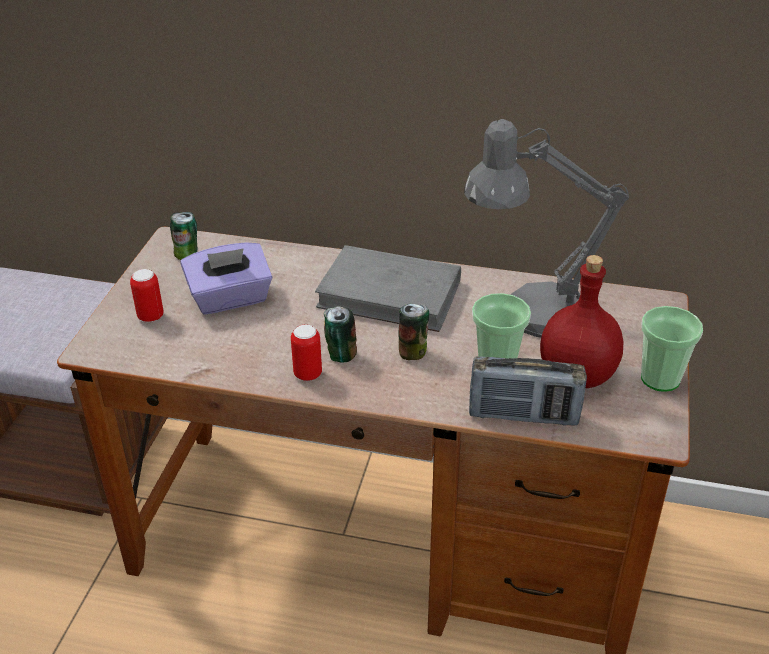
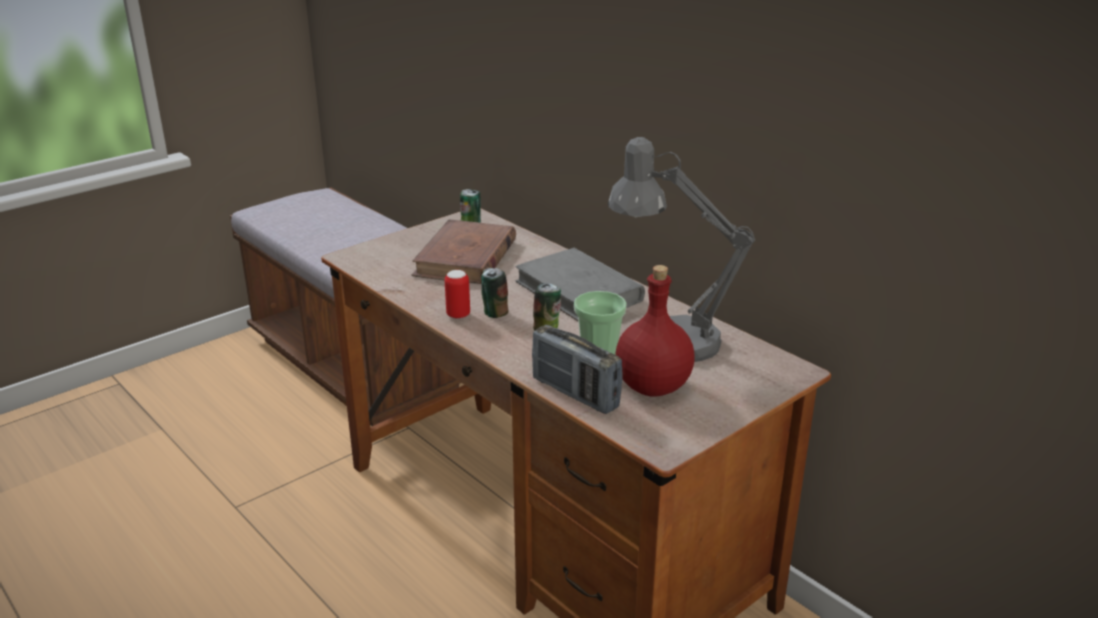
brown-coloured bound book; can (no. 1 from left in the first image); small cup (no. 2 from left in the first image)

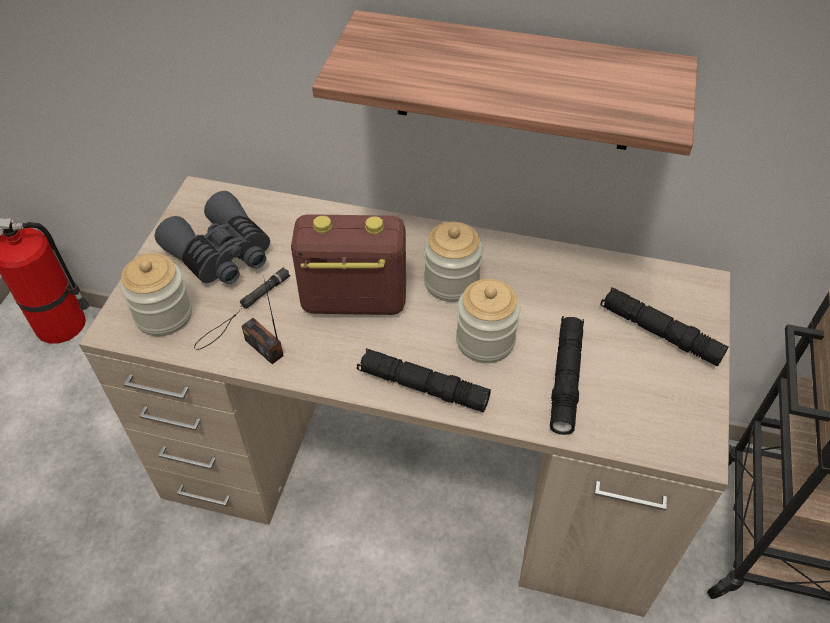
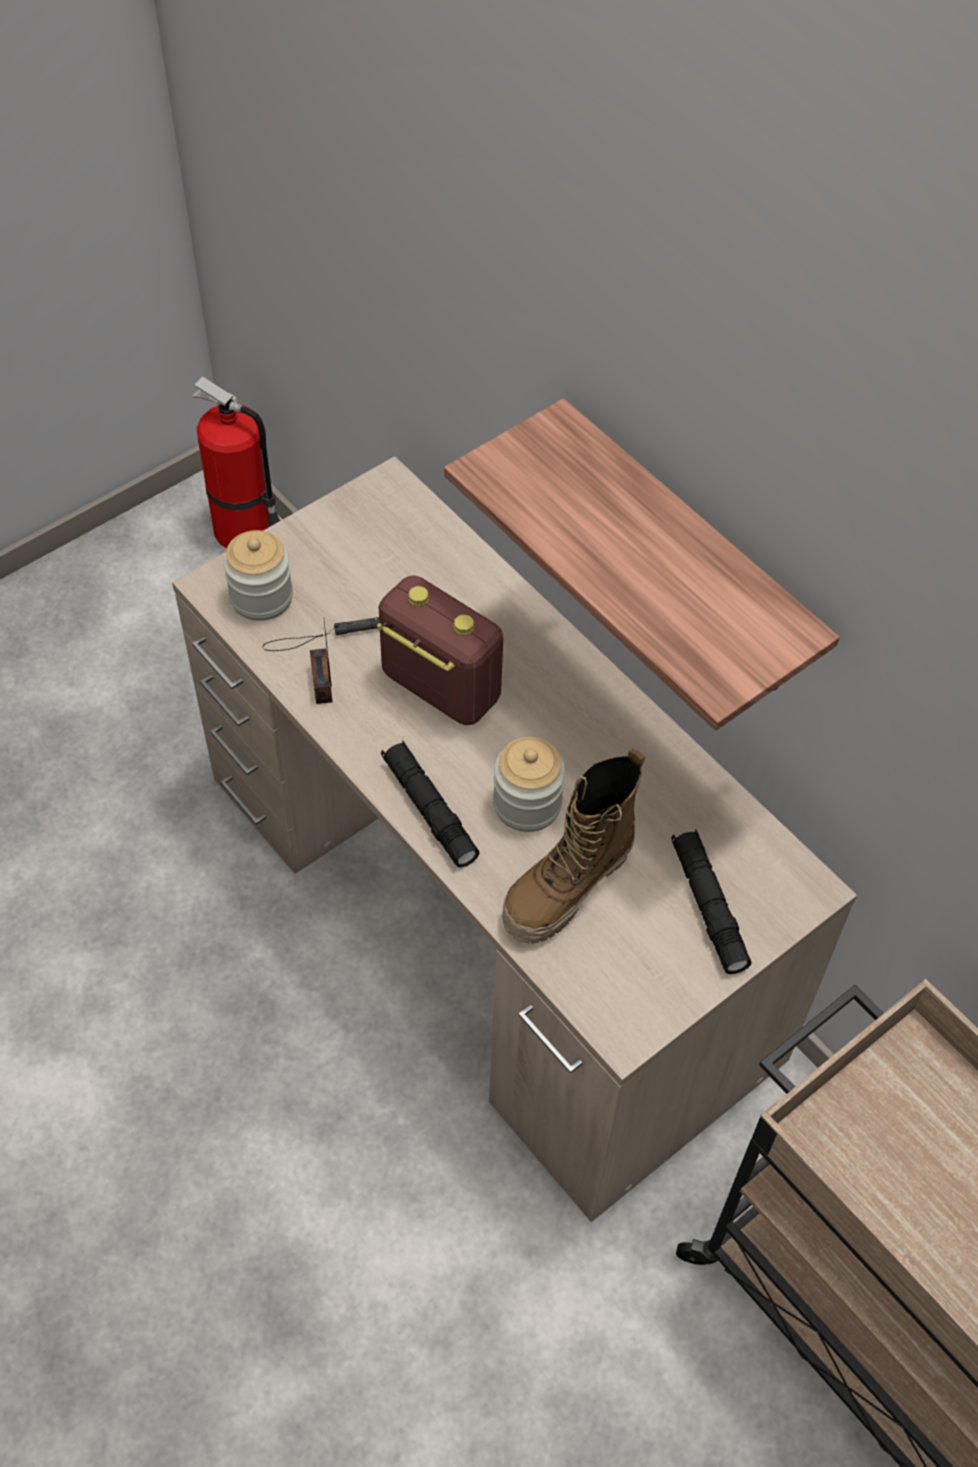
greyish field glasses; preserve jar (no. 2 from left in the first image); boot

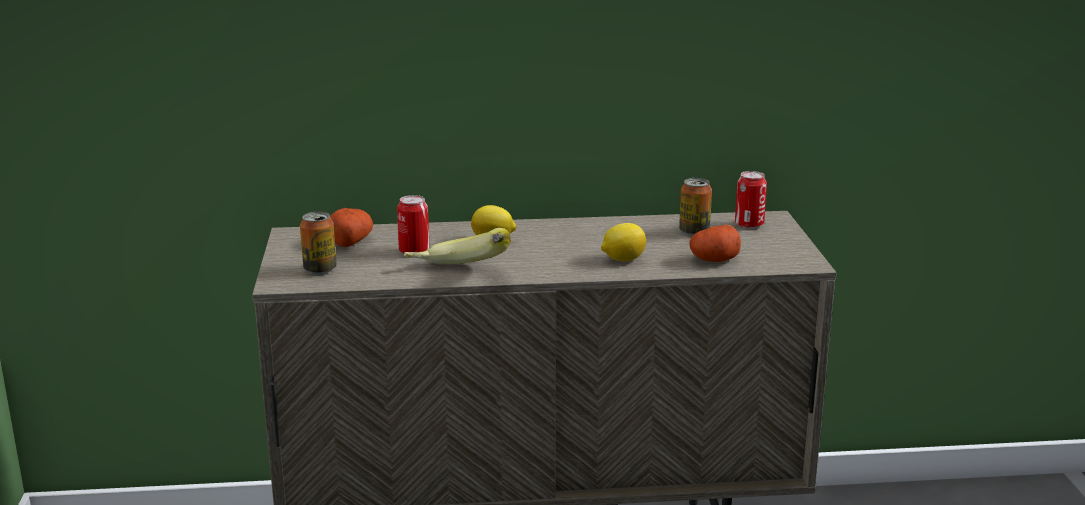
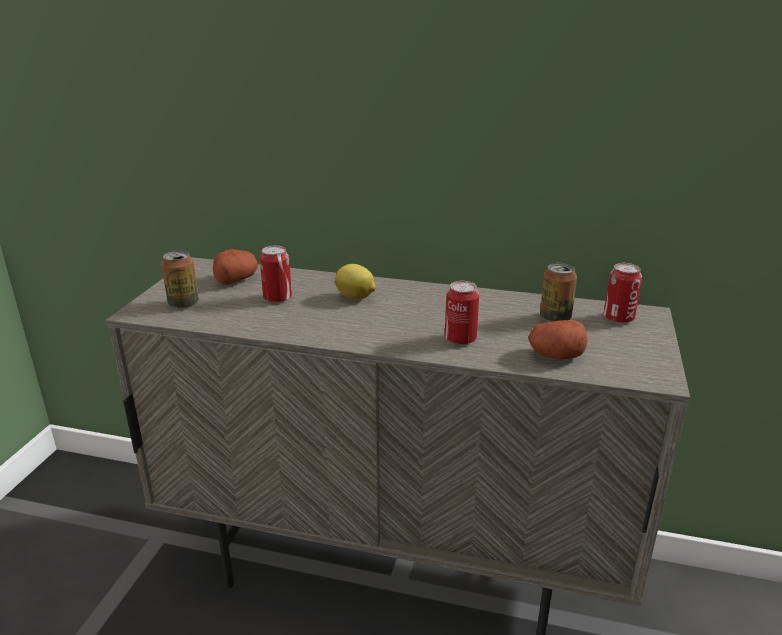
can (no. 3 from left); whole banana

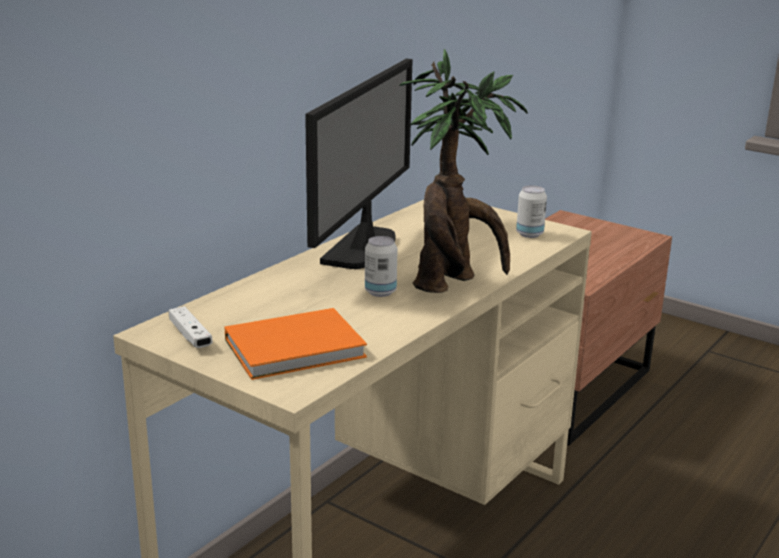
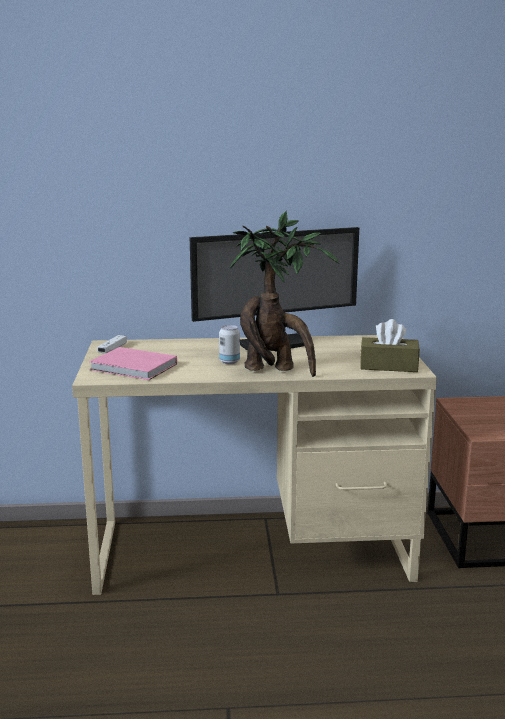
brown-coloured box of tissues; pink bound book

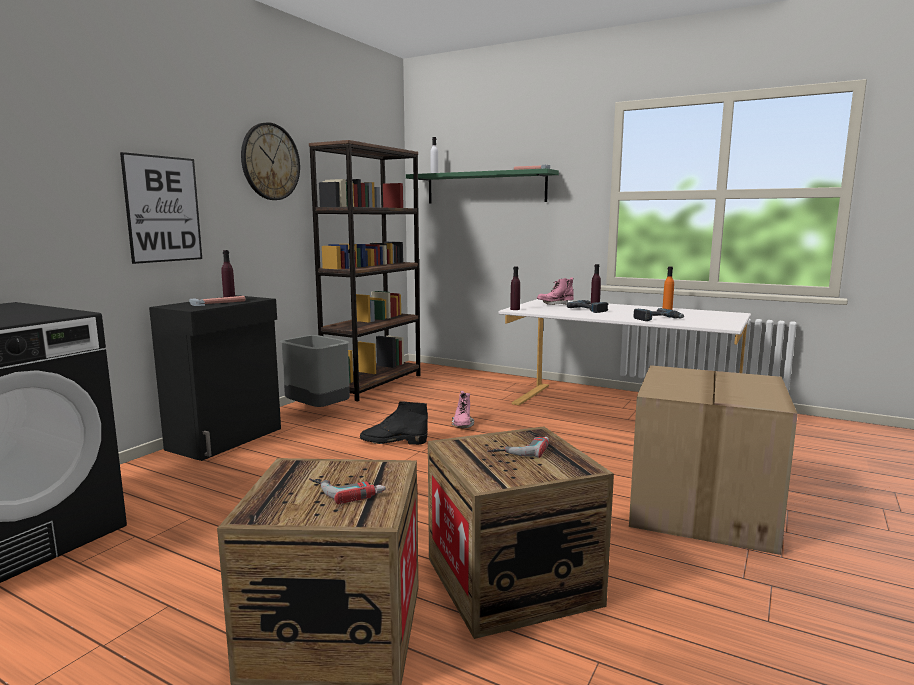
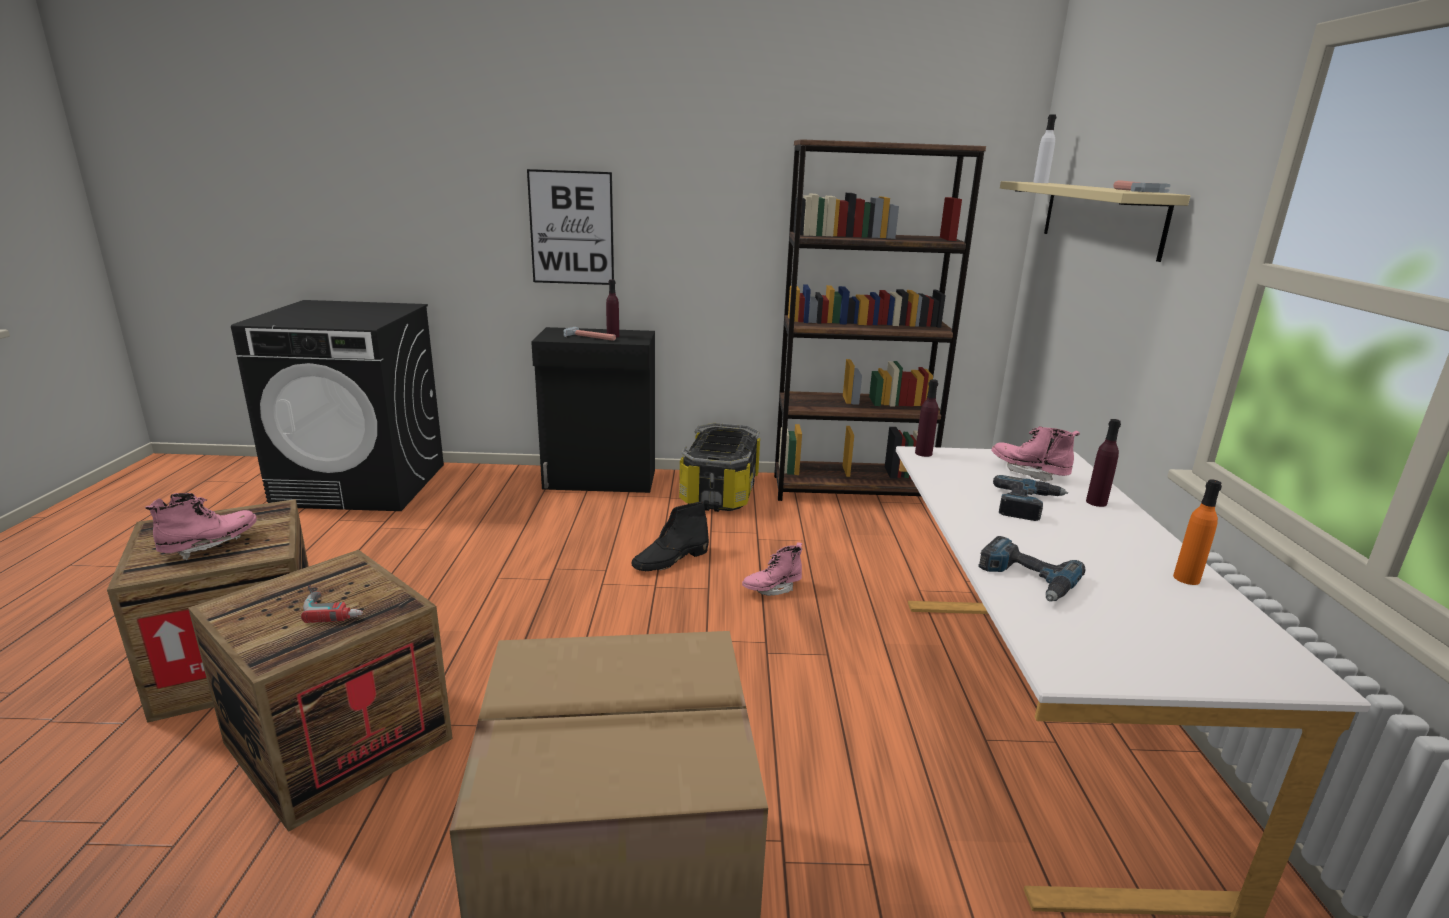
clock on the wall; beige wall shelf; storage box; black boot; pink boot (no. 1 from left)

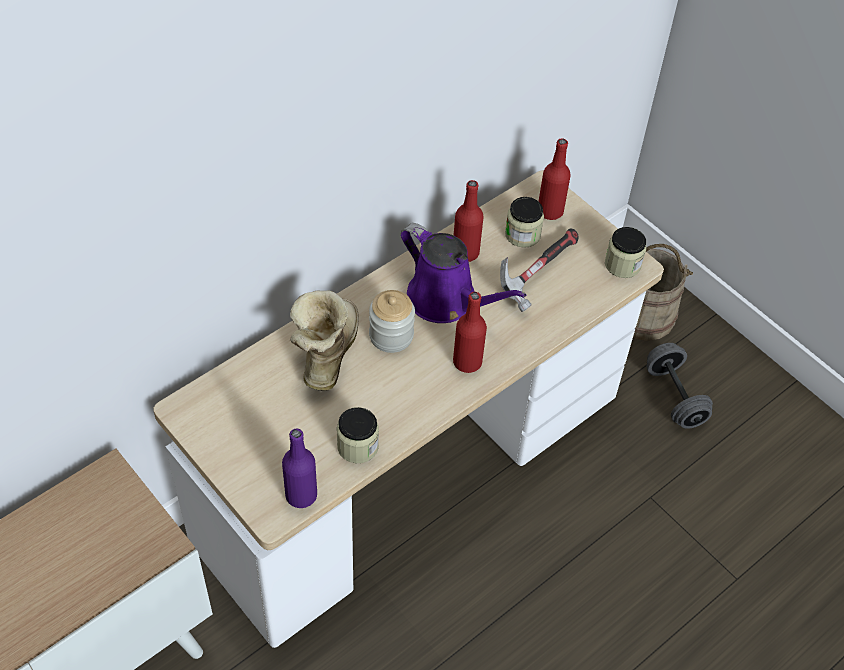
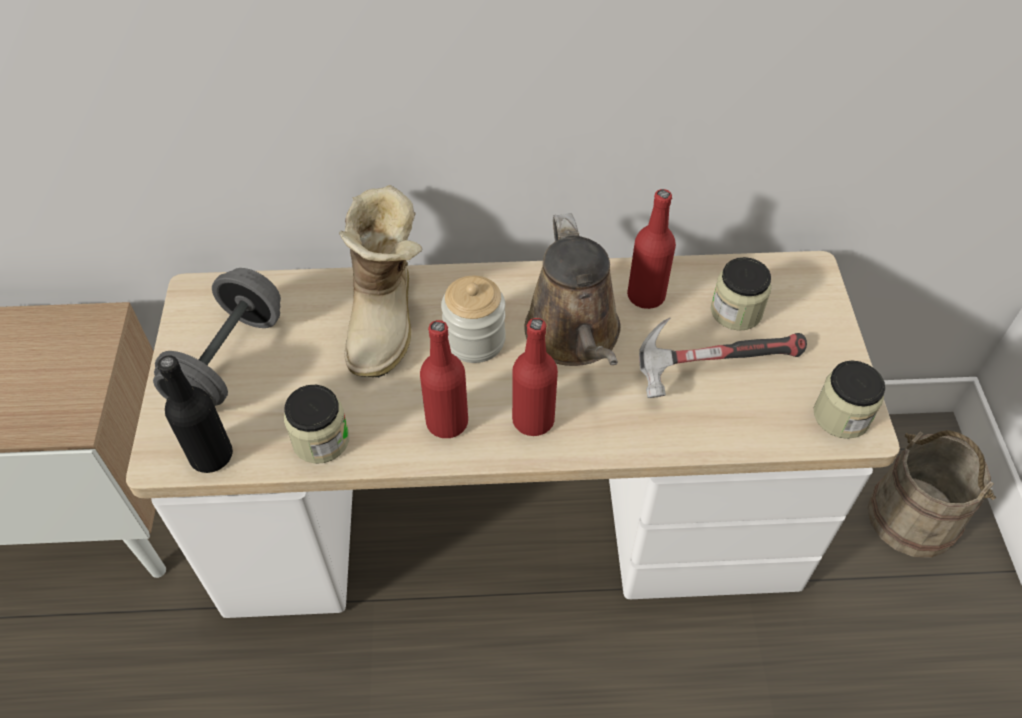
red bottle (no. 1 from left); brown-coloured sprinkling can; boot; greyish hand weight; black bottle

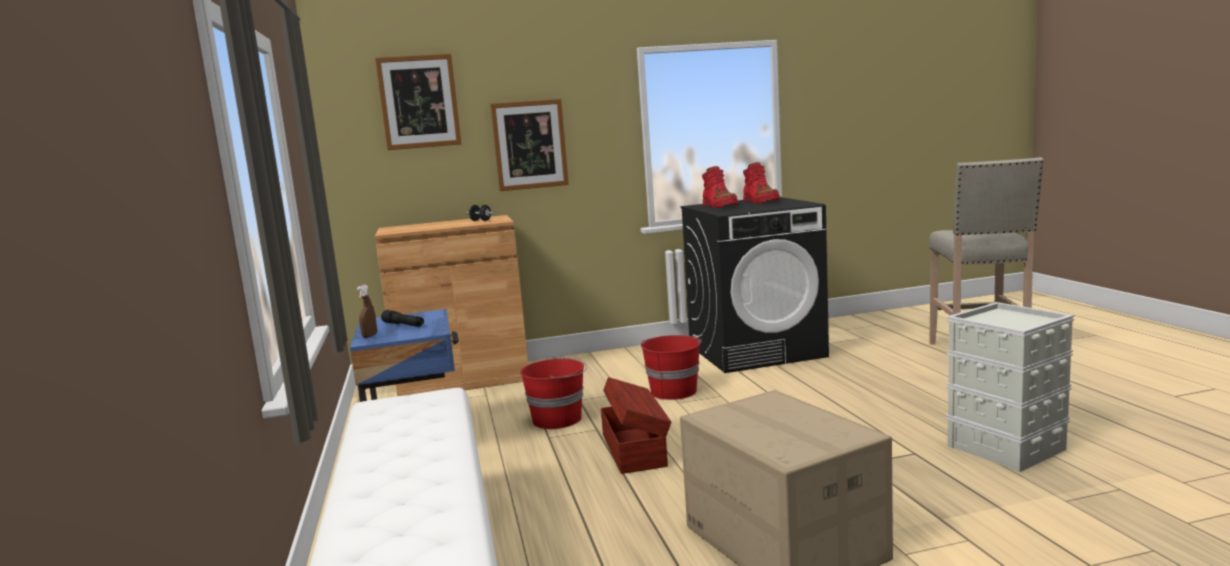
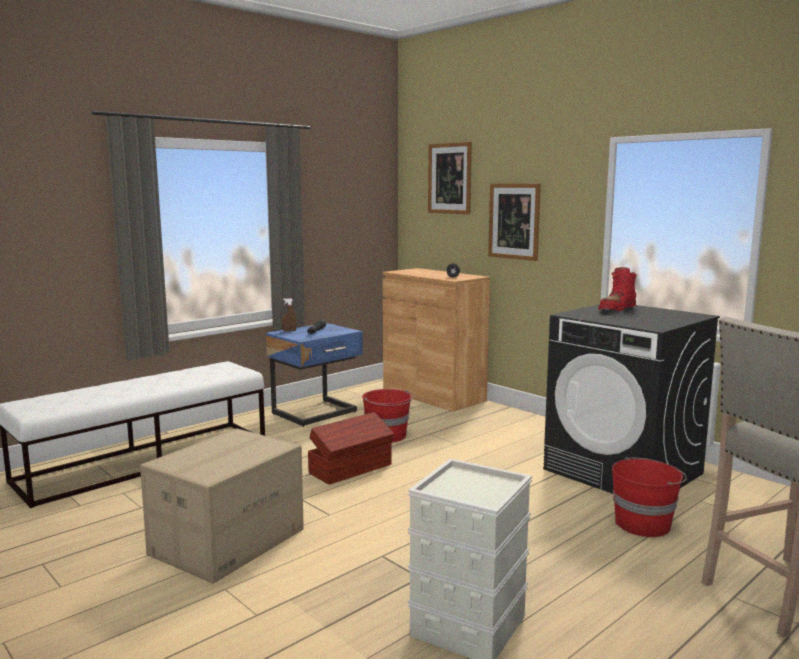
red boot (no. 2 from left in the first image); red water bucket (no. 2 from left)

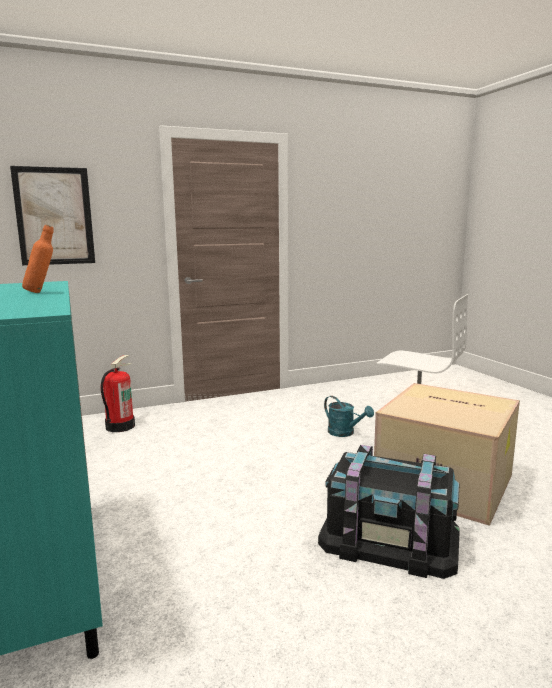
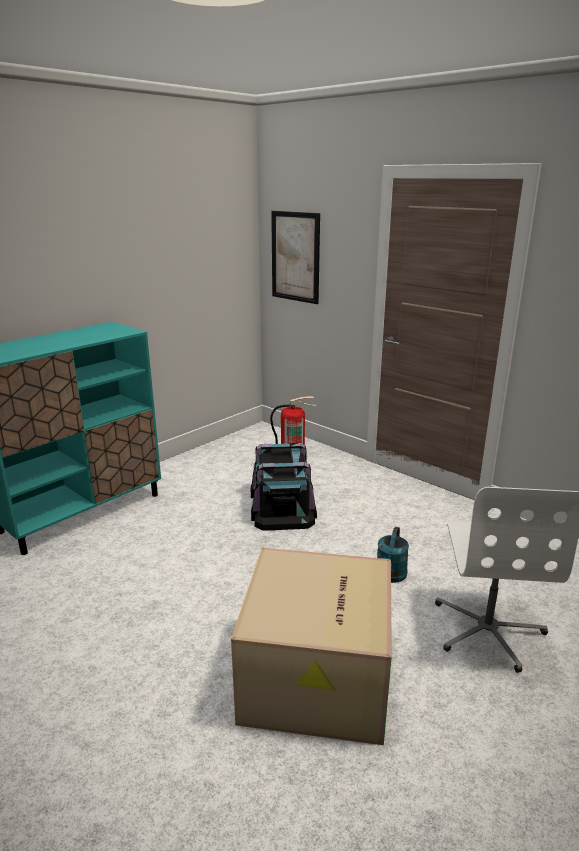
orange bottle; black storage box

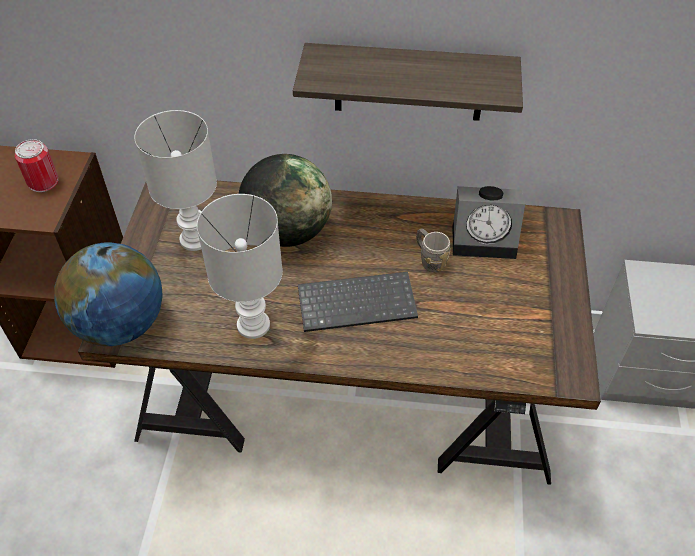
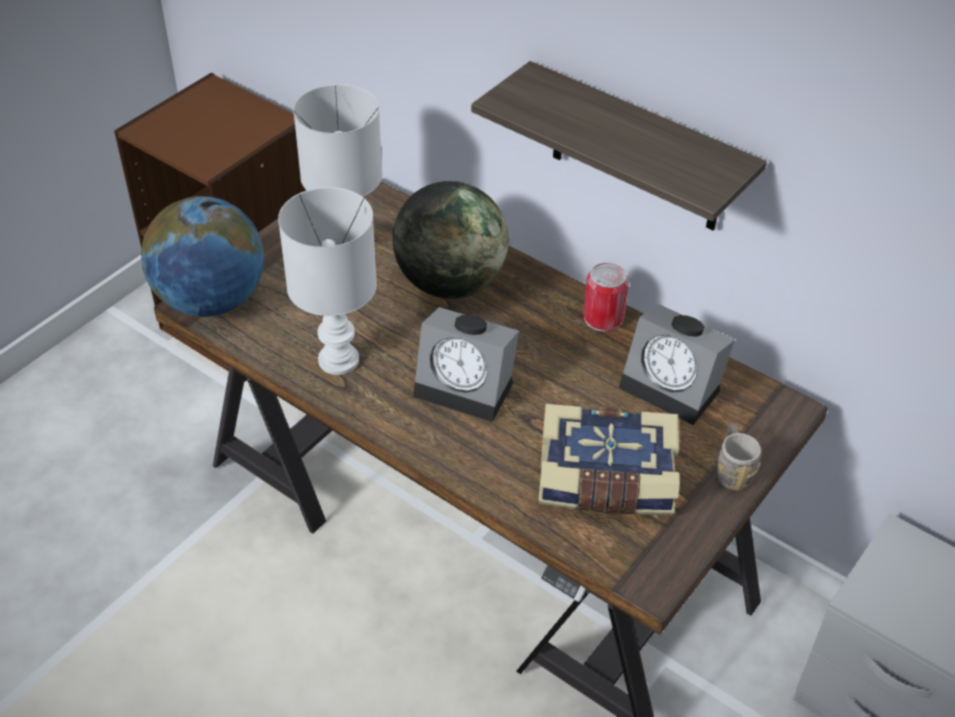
can; greyish mug; table clock (no. 1 from left); bound book

